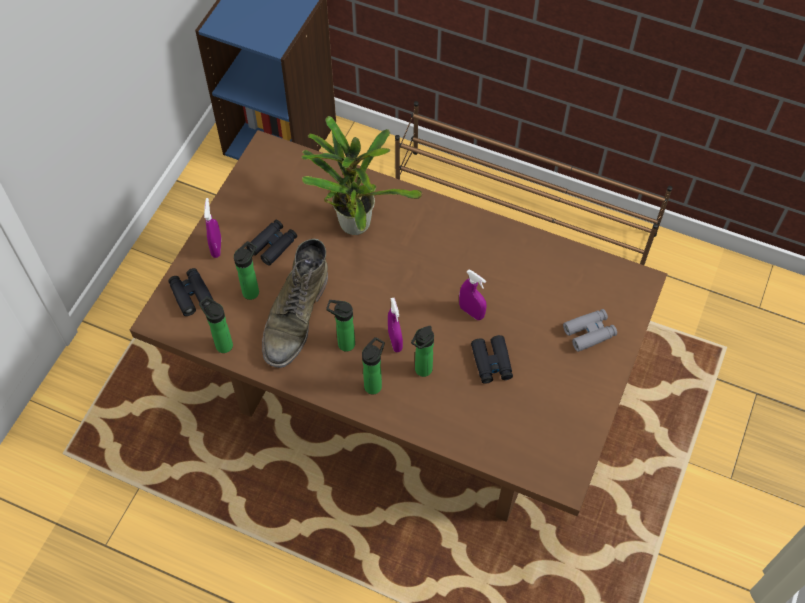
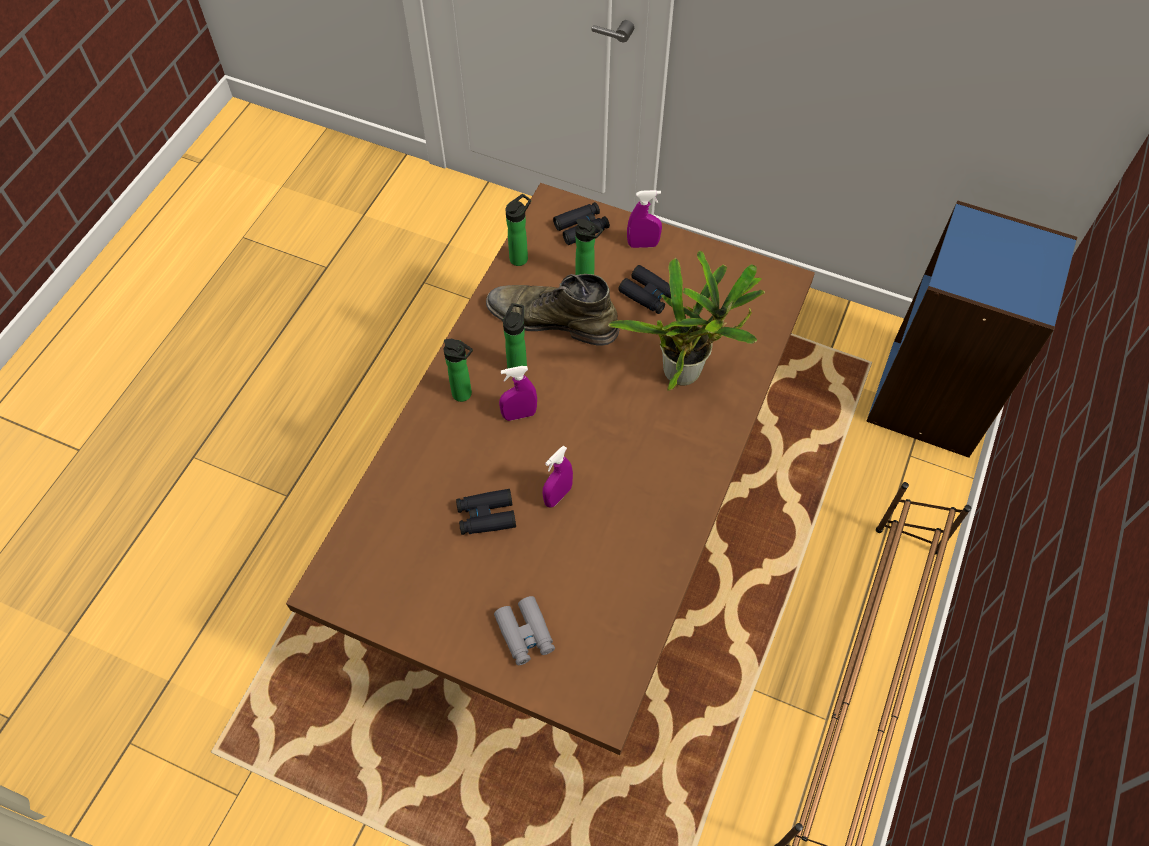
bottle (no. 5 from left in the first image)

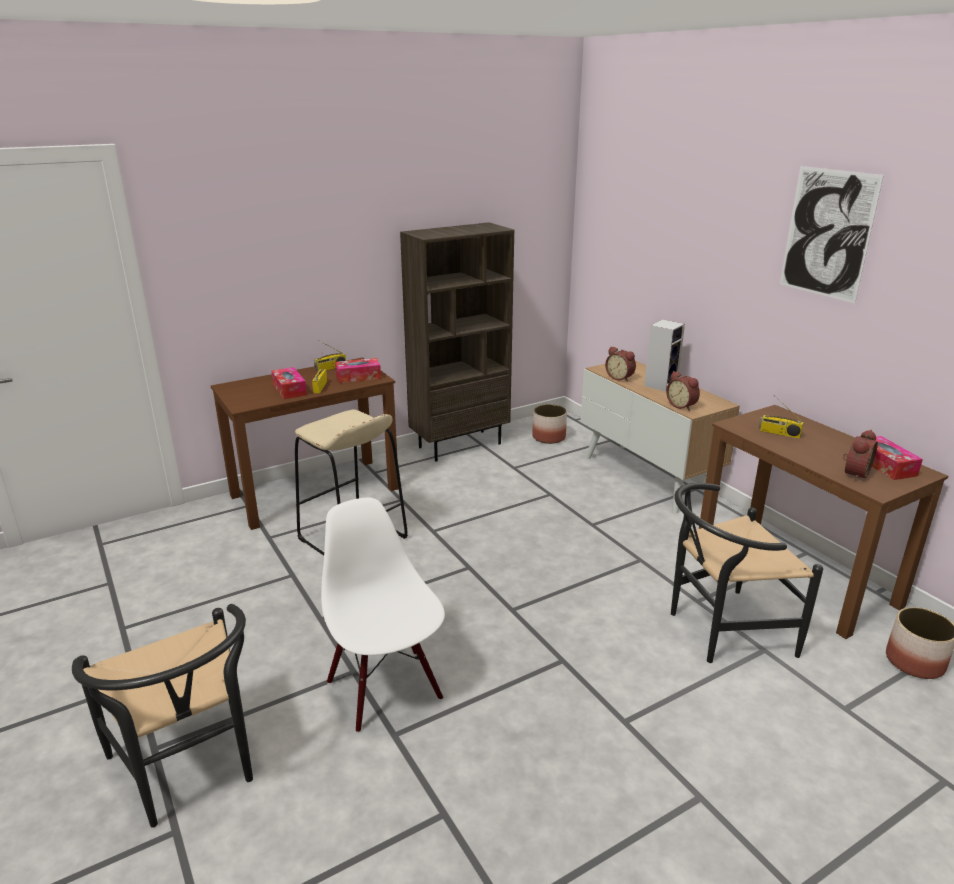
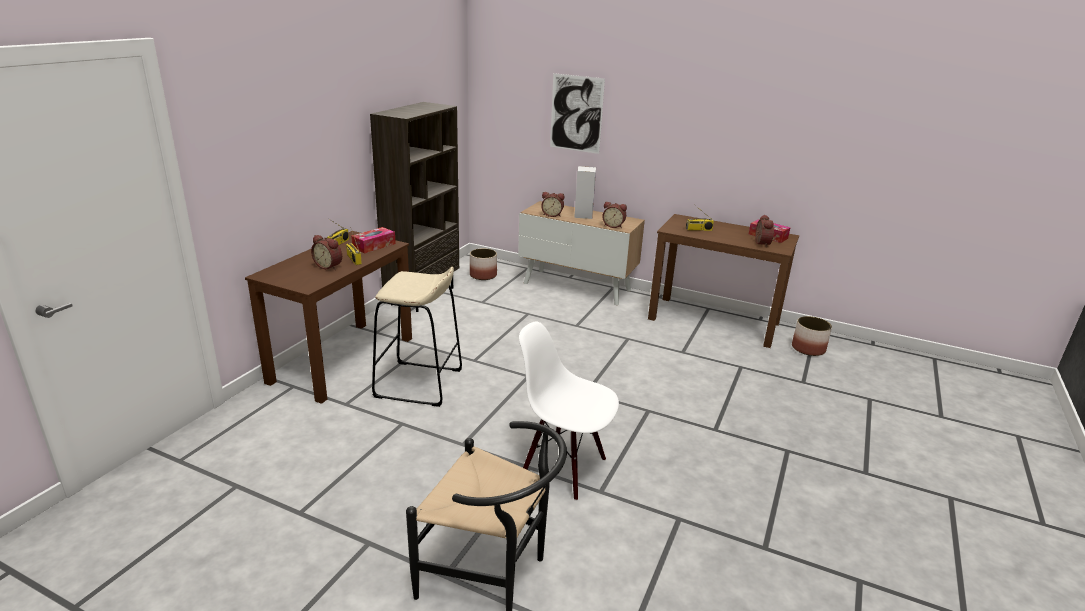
wall picture; table clock (no. 1 from left); black plain chair (no. 2 from left in the first image)

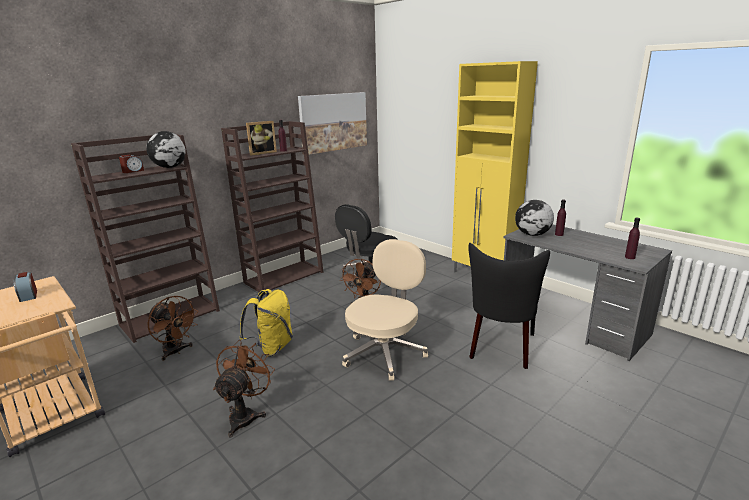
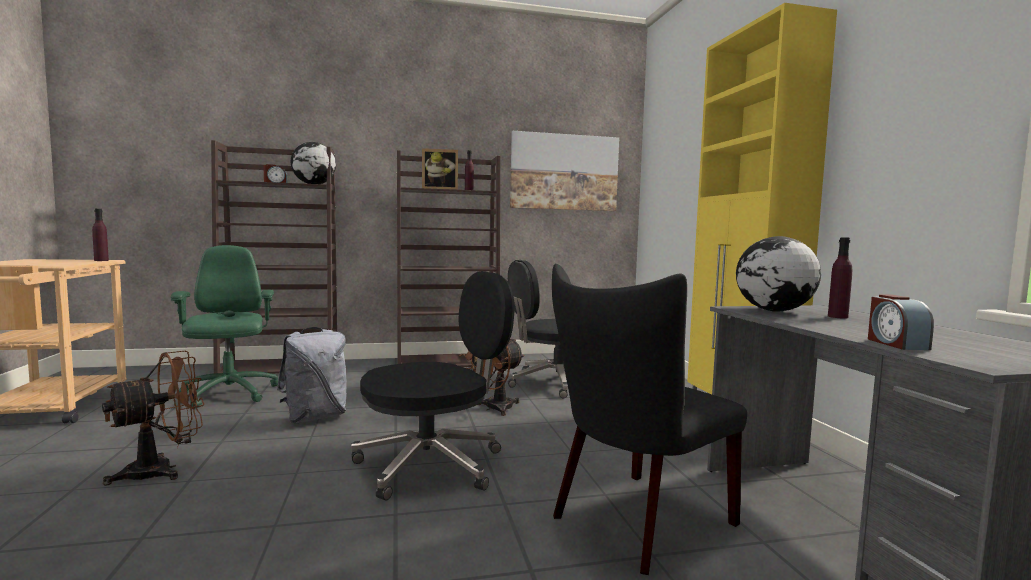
purple-coloured bottle (no. 1 from left); black computer chair (no. 1 from left); table clock (no. 2 from left); greyish knapsack; green-coloured computer chair

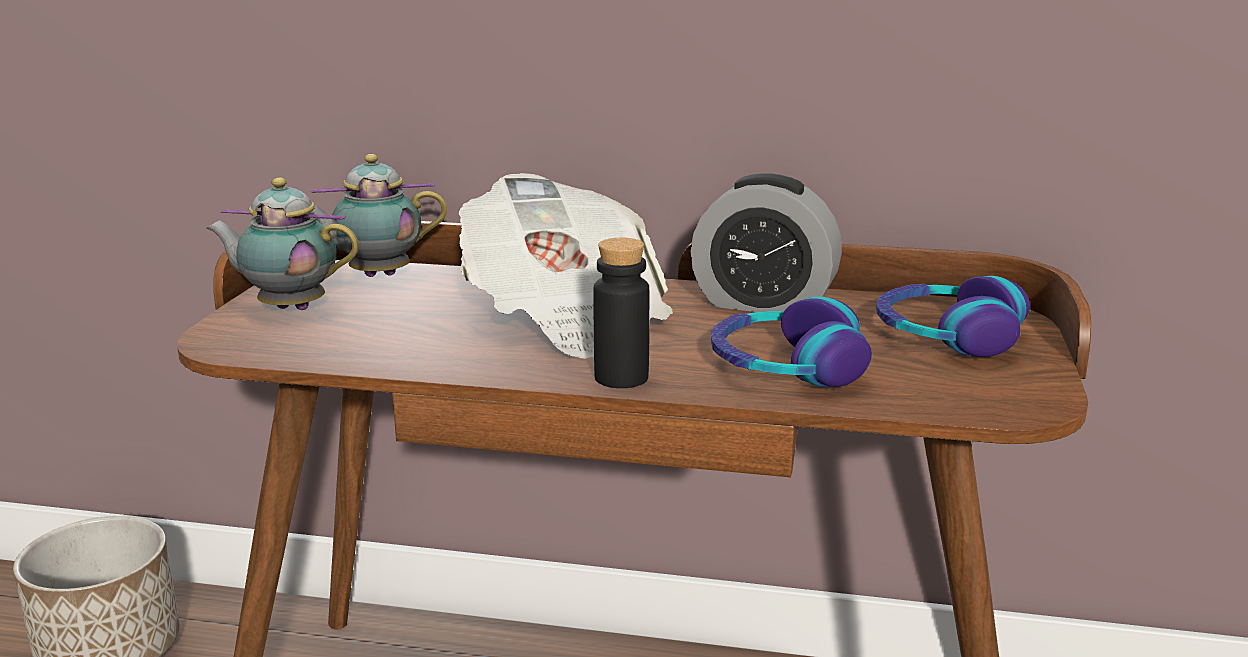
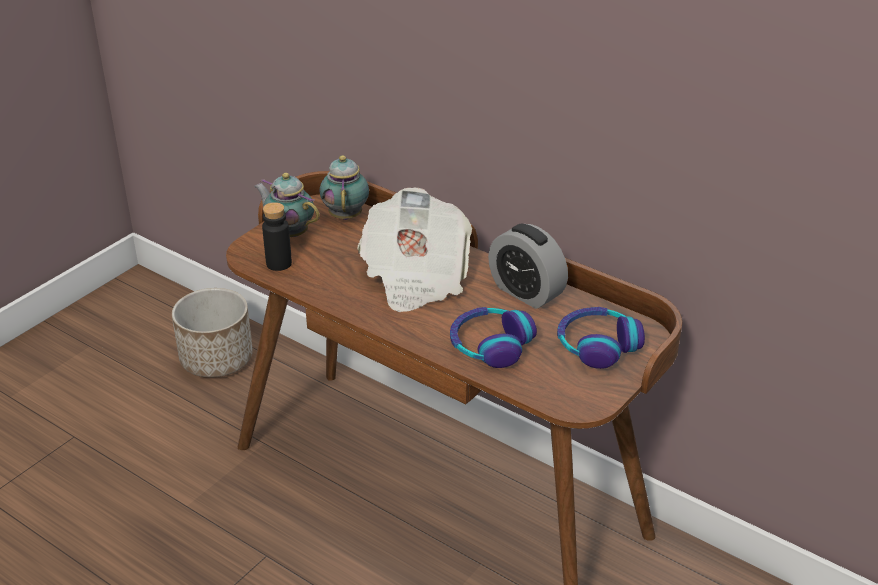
teapot (no. 2 from left); black bottle

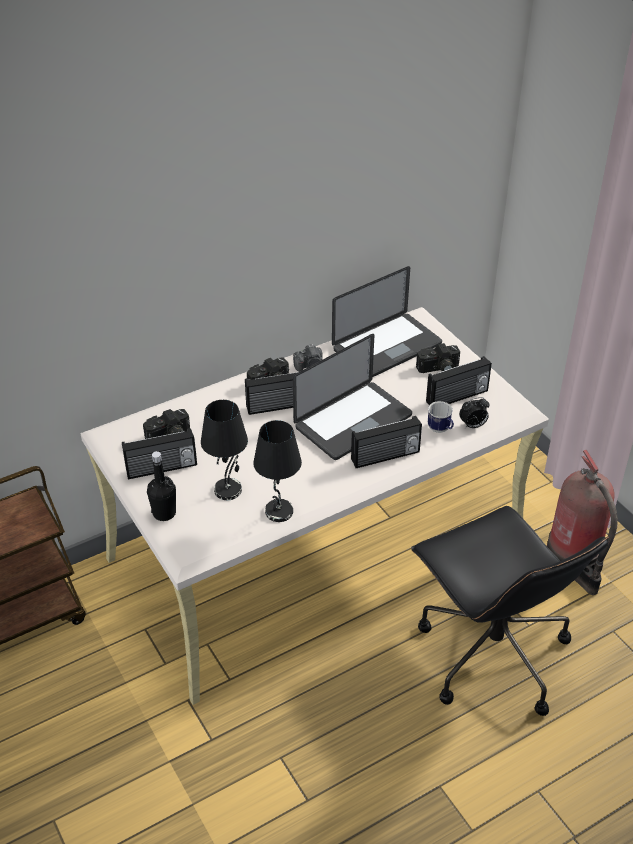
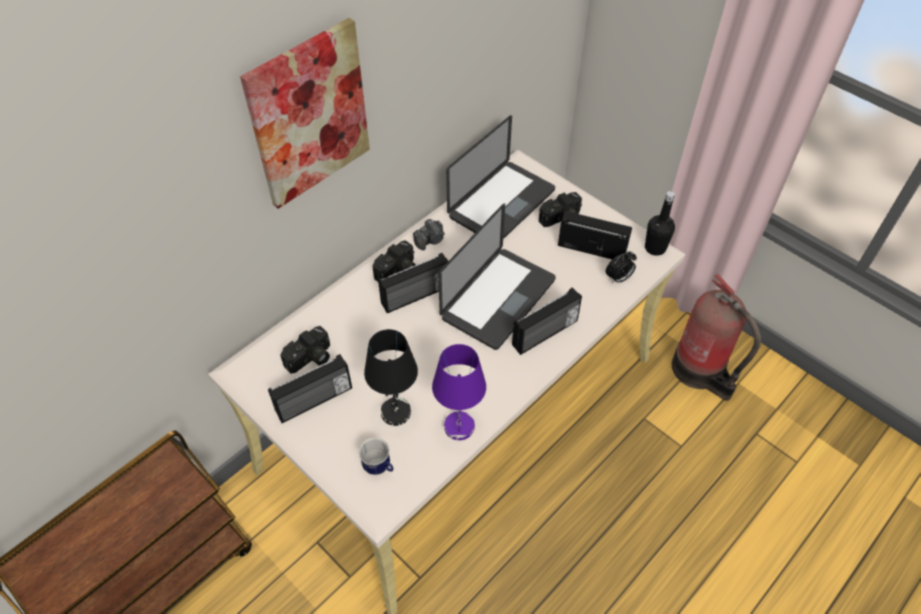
radio receiver (no. 4 from left); mug; purple-coloured tabletop lamp; black bottle; black computer chair; wall picture

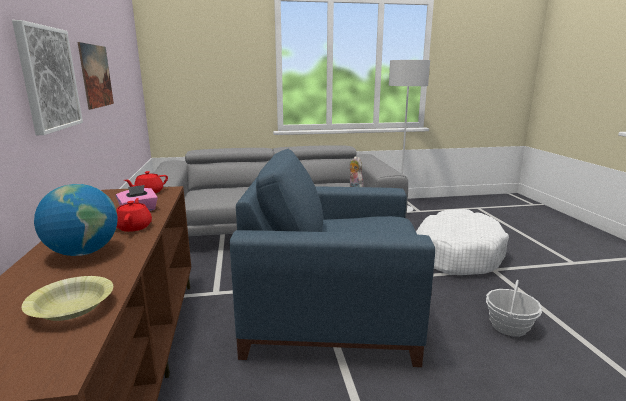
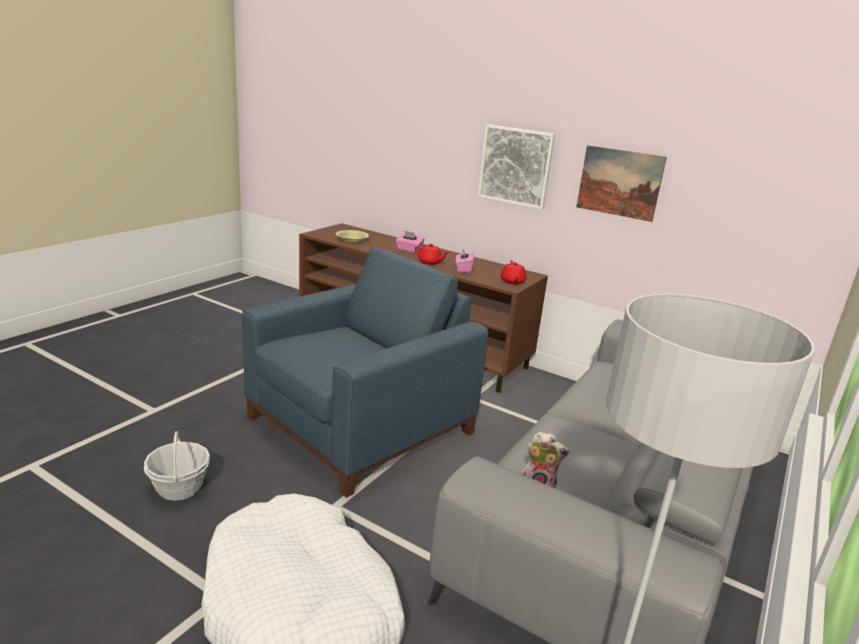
pink box of tissues (no. 1 from left)

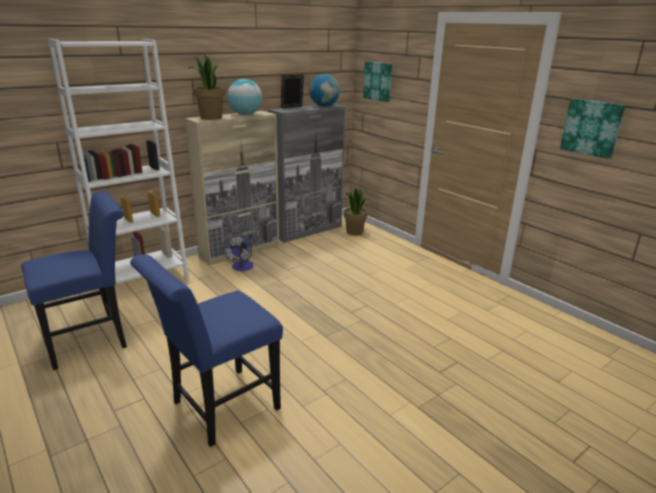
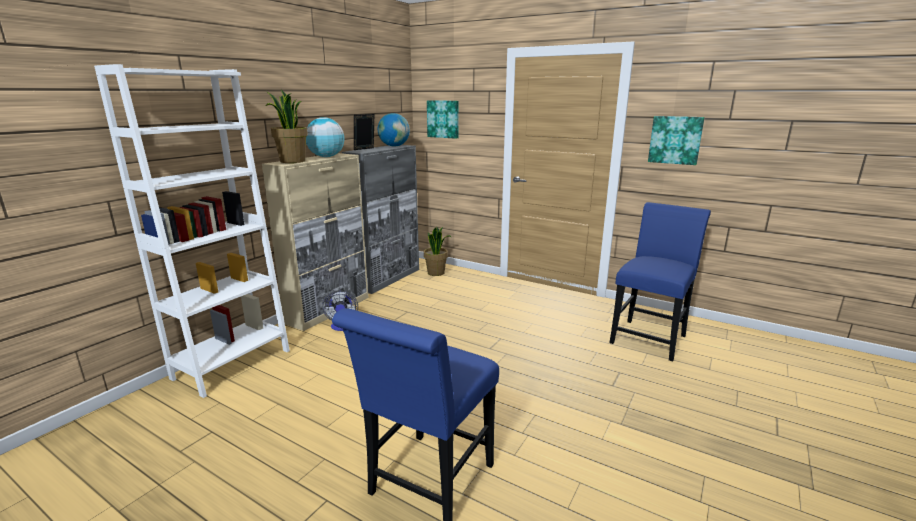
blue-coloured plain chair (no. 2 from left)

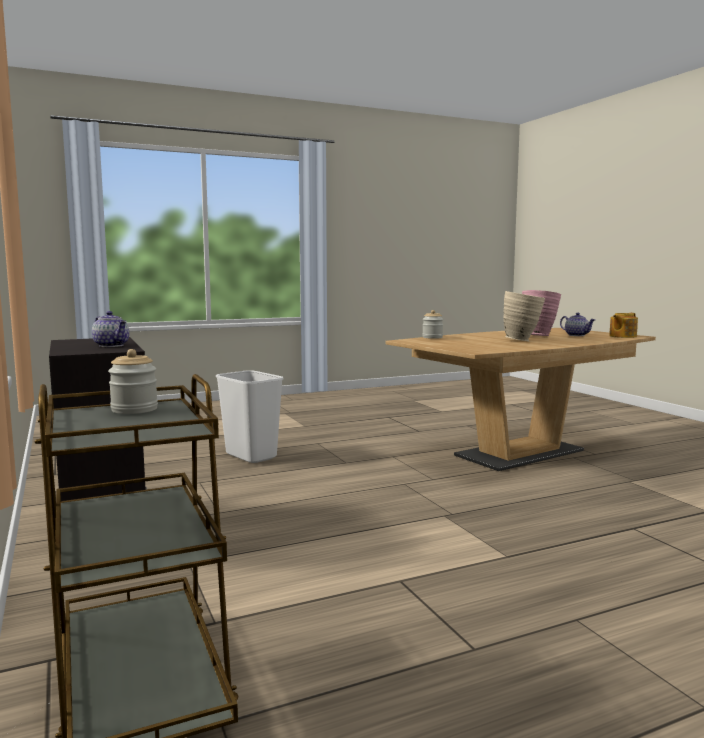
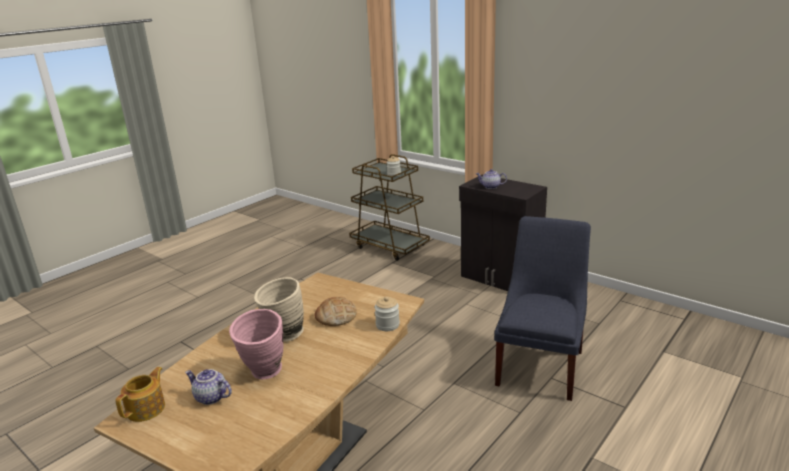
blue-coloured plain chair; bakery bread

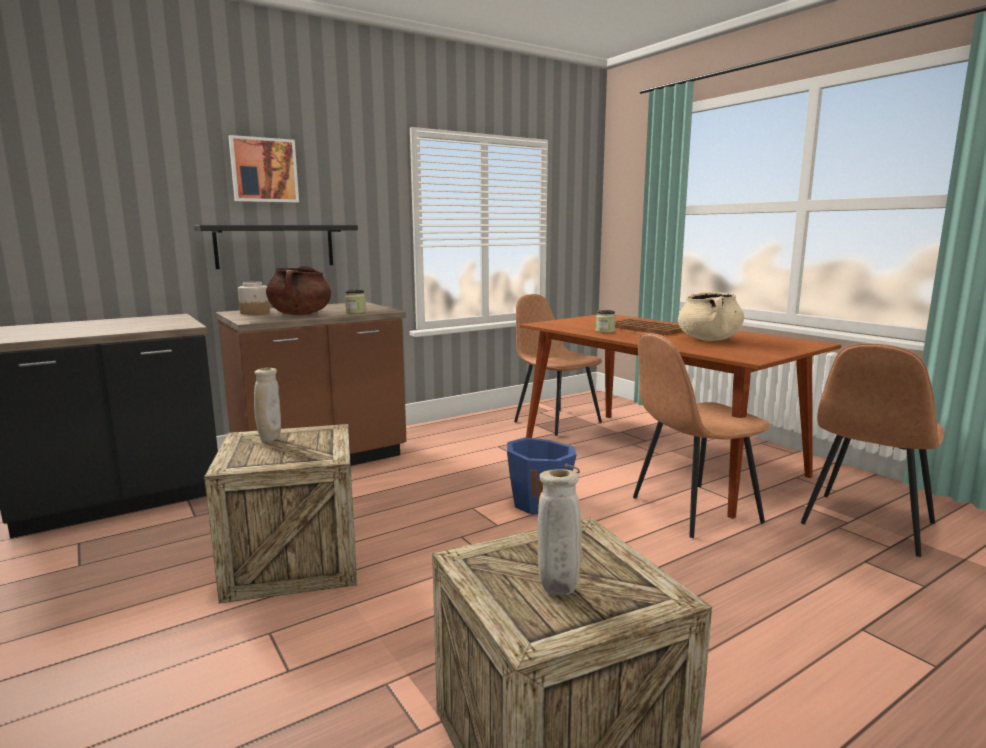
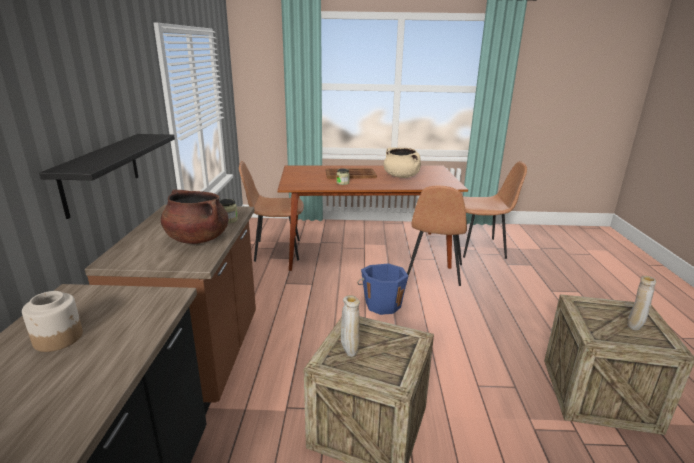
wall picture; preserve jar (no. 1 from left); brown-coloured plain chair (no. 3 from left)

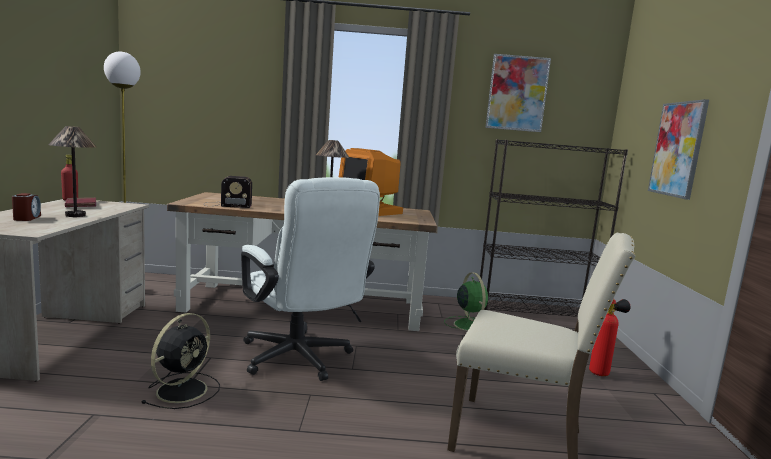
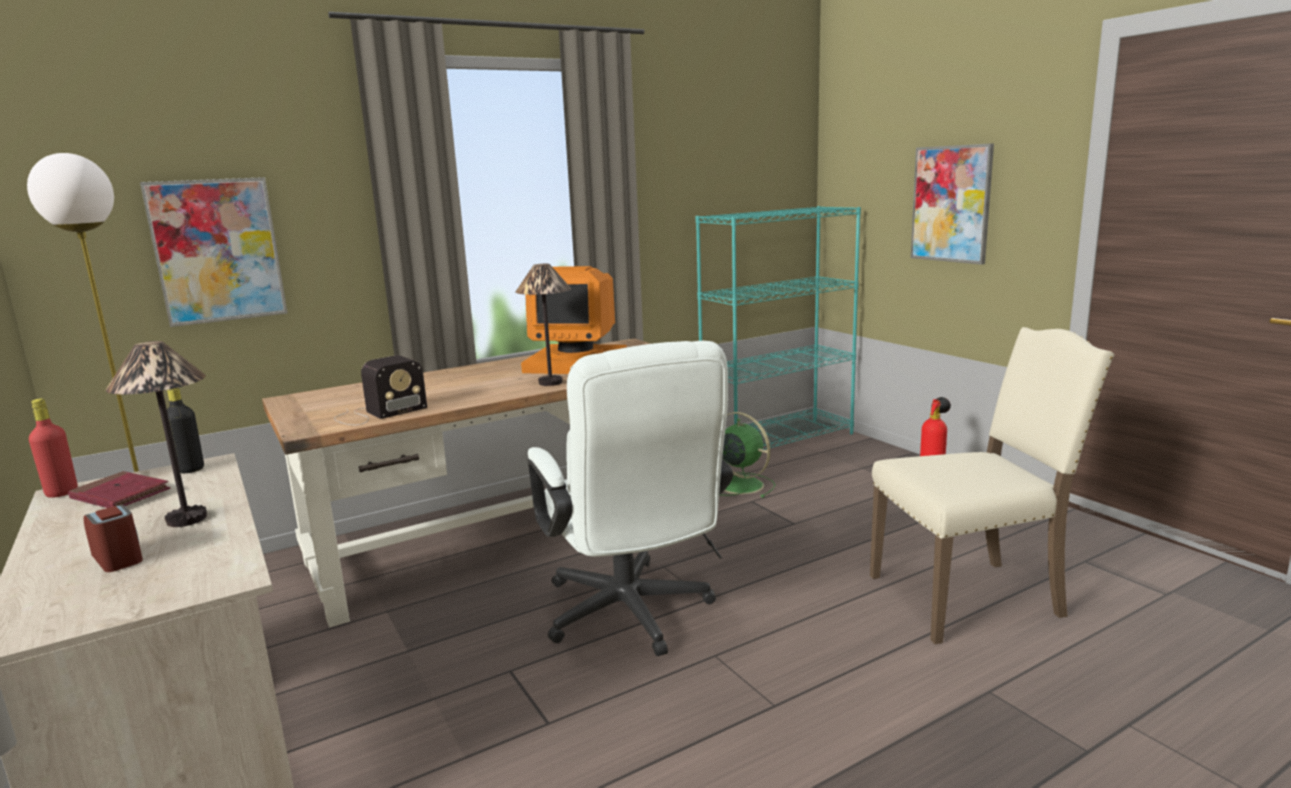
wall picture (no. 1 from left); turquoise-coloured bookshelf; white computer chair; black cooling fan; black bottle

